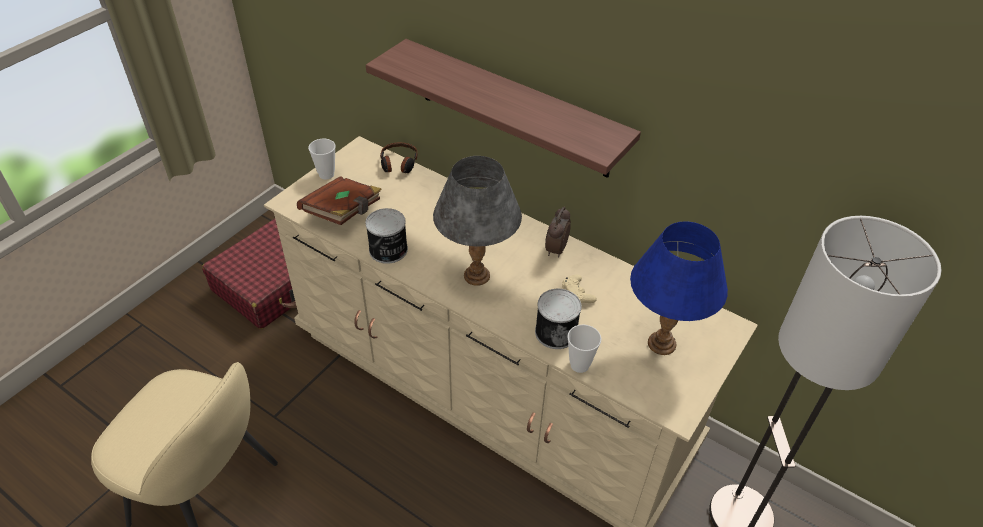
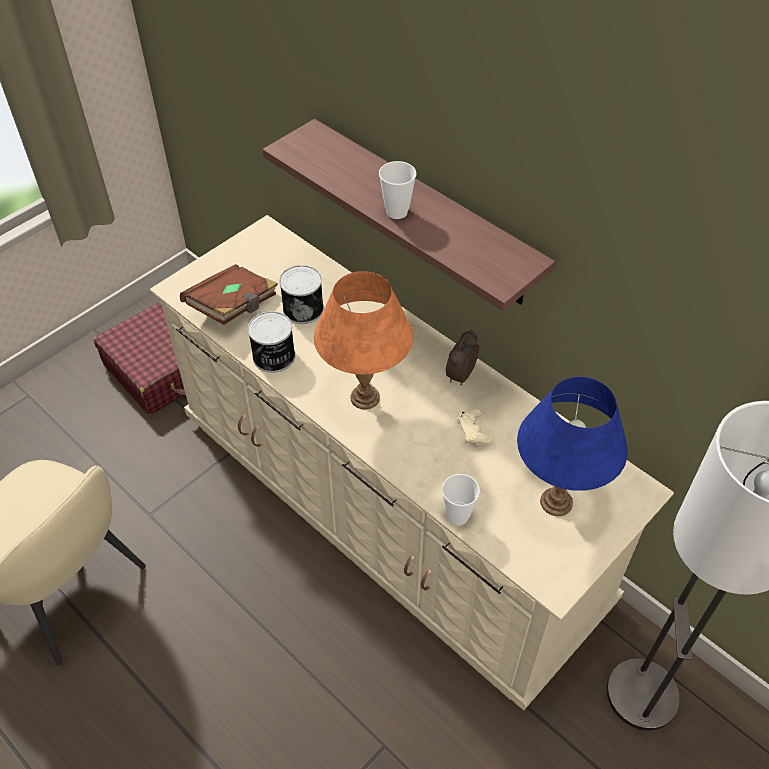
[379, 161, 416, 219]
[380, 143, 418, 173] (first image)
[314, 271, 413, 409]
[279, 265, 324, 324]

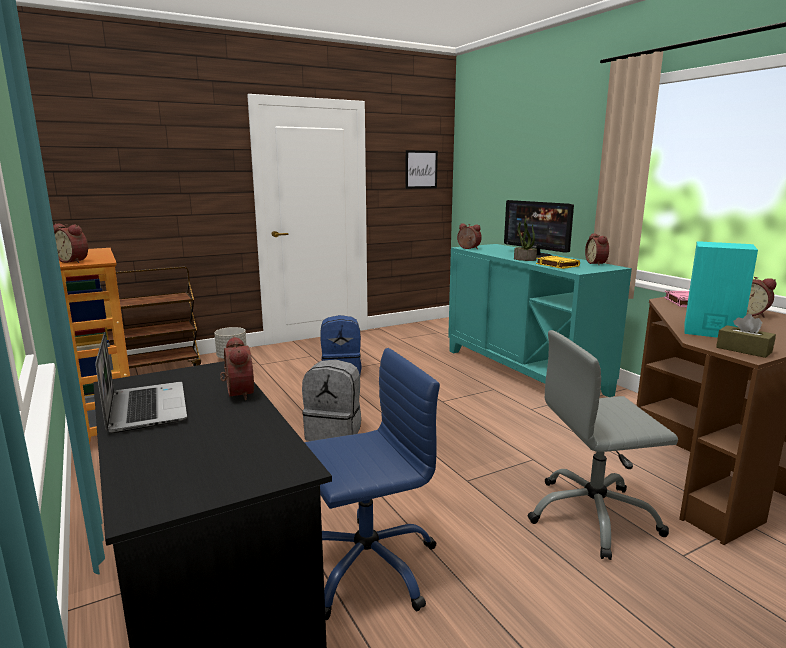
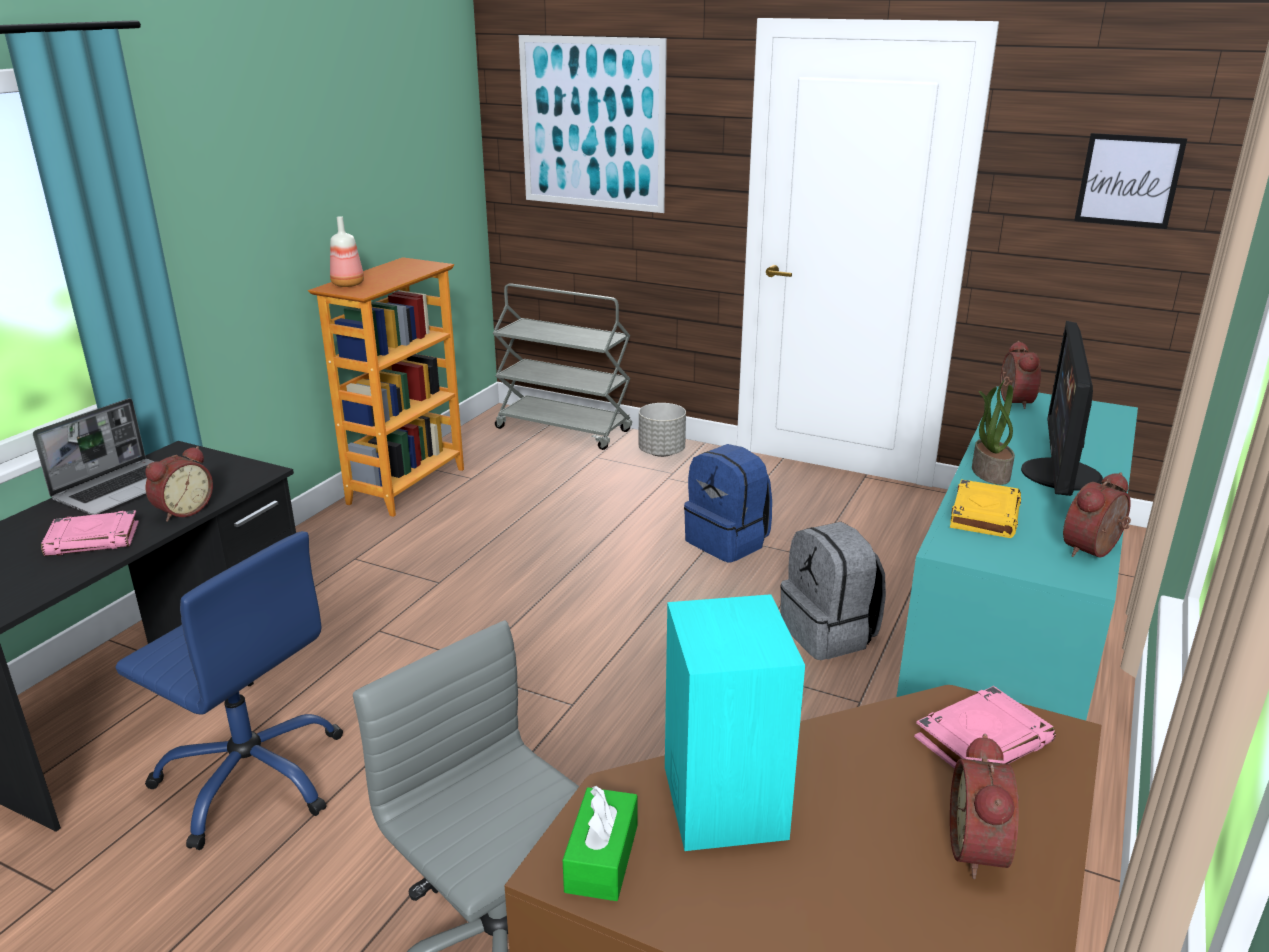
[330, 216, 364, 287]
[493, 283, 632, 450]
[563, 786, 637, 901]
[780, 522, 886, 660]
[519, 35, 667, 213]
[41, 510, 139, 556]

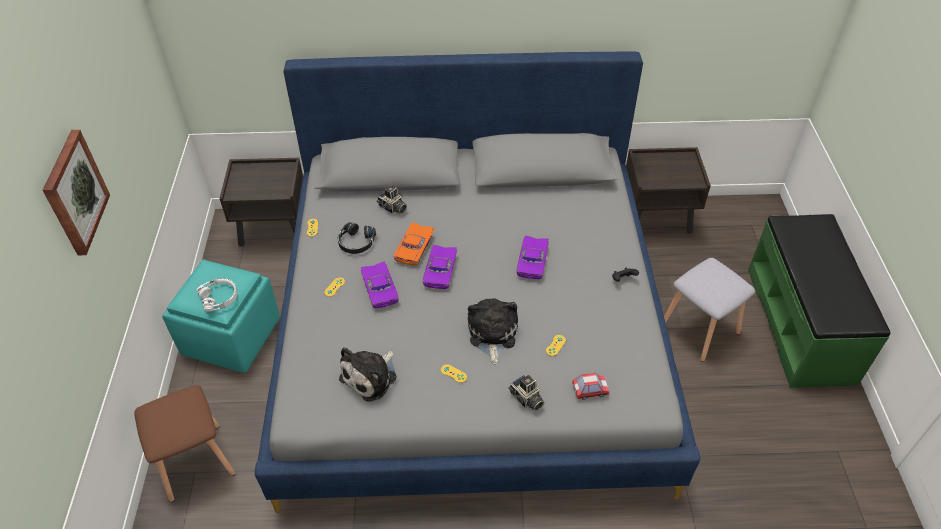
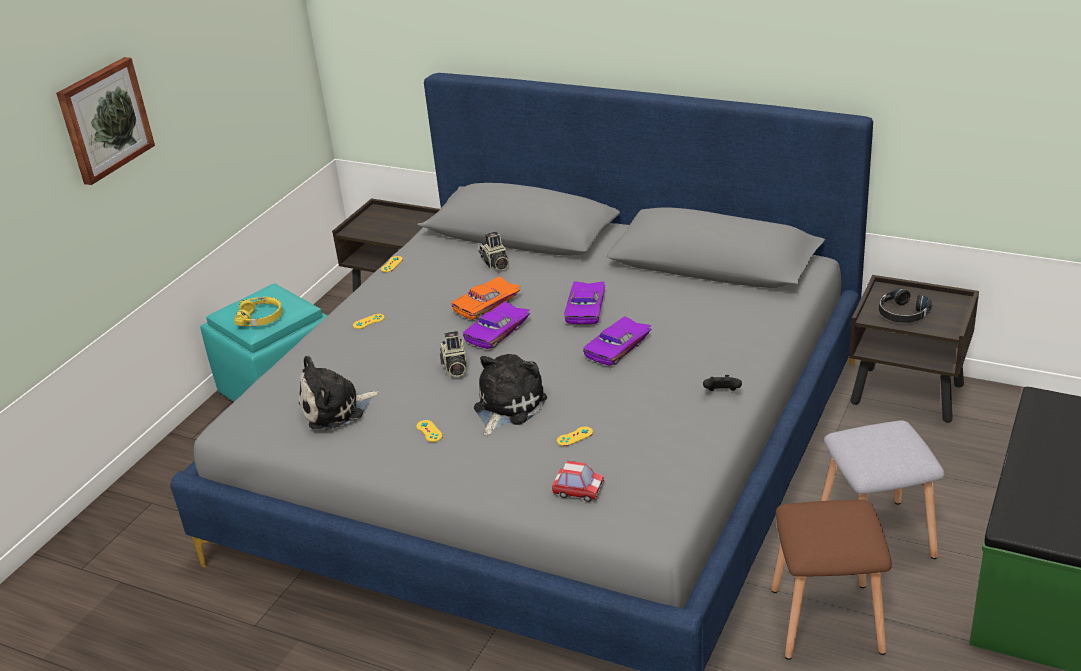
[879, 289, 933, 323]
[564, 281, 605, 324]
[234, 297, 283, 326]
[440, 331, 468, 377]
[771, 500, 892, 660]

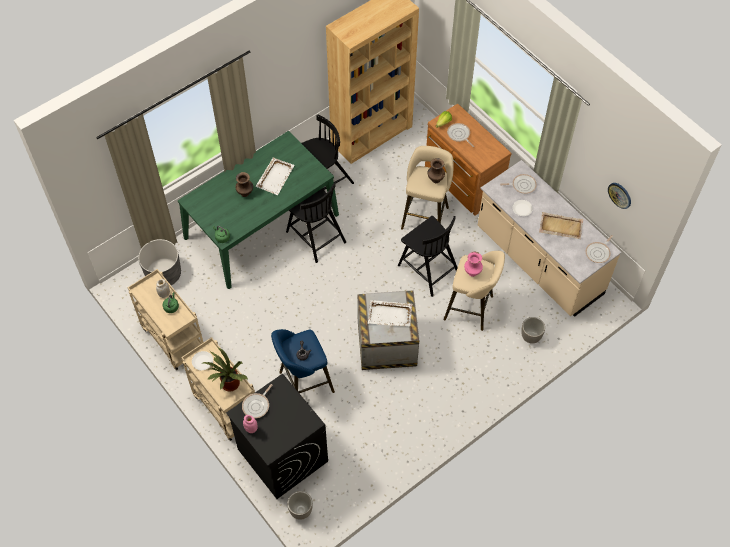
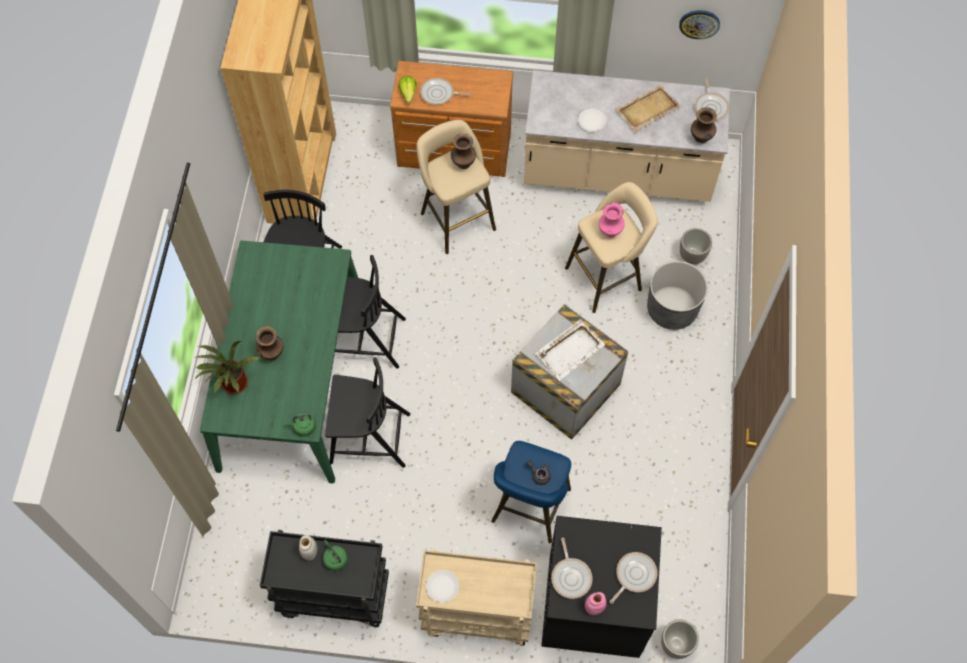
[256, 157, 295, 195] (first image)
[610, 552, 657, 604]
[325, 357, 410, 468]
[647, 261, 708, 330]
[260, 530, 389, 628]
[195, 340, 261, 394]
[691, 107, 717, 143]

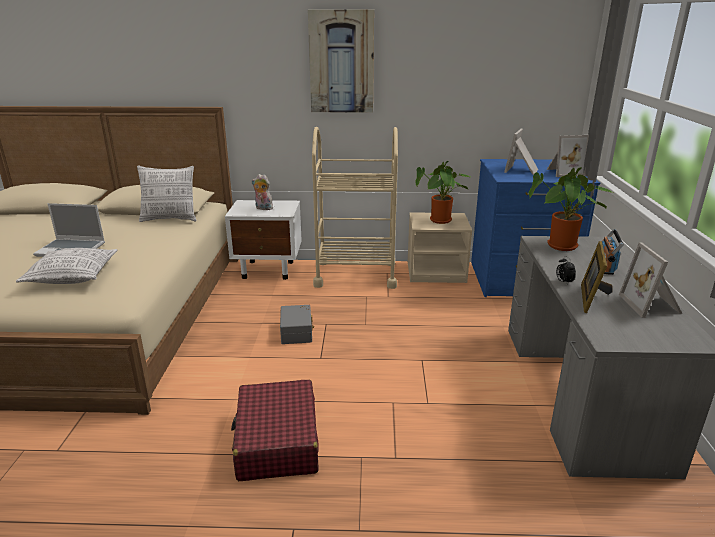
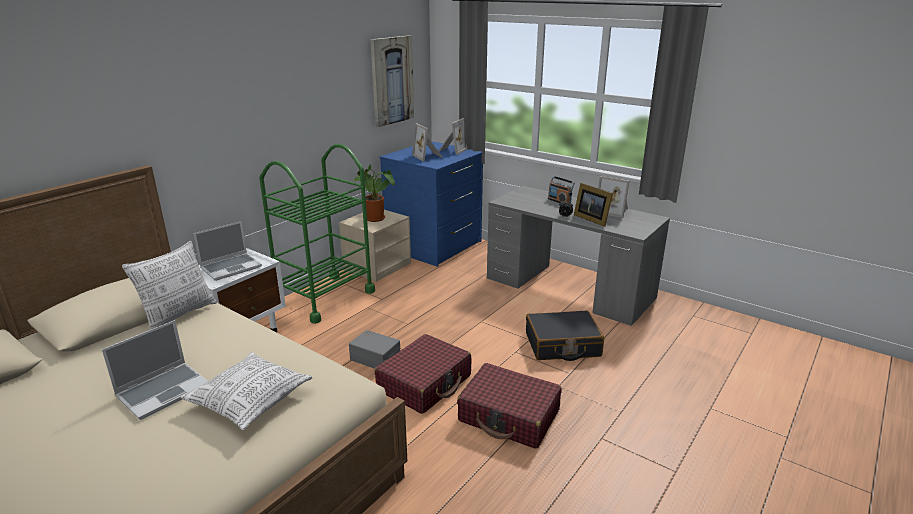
[370, 35, 414, 127]
[259, 144, 375, 324]
[529, 167, 613, 251] (first image)
[194, 221, 262, 281]
[526, 311, 604, 361]
[375, 334, 471, 414]

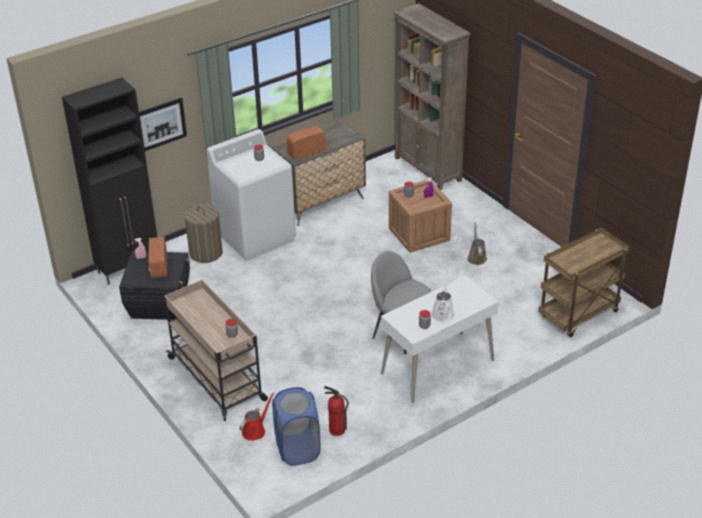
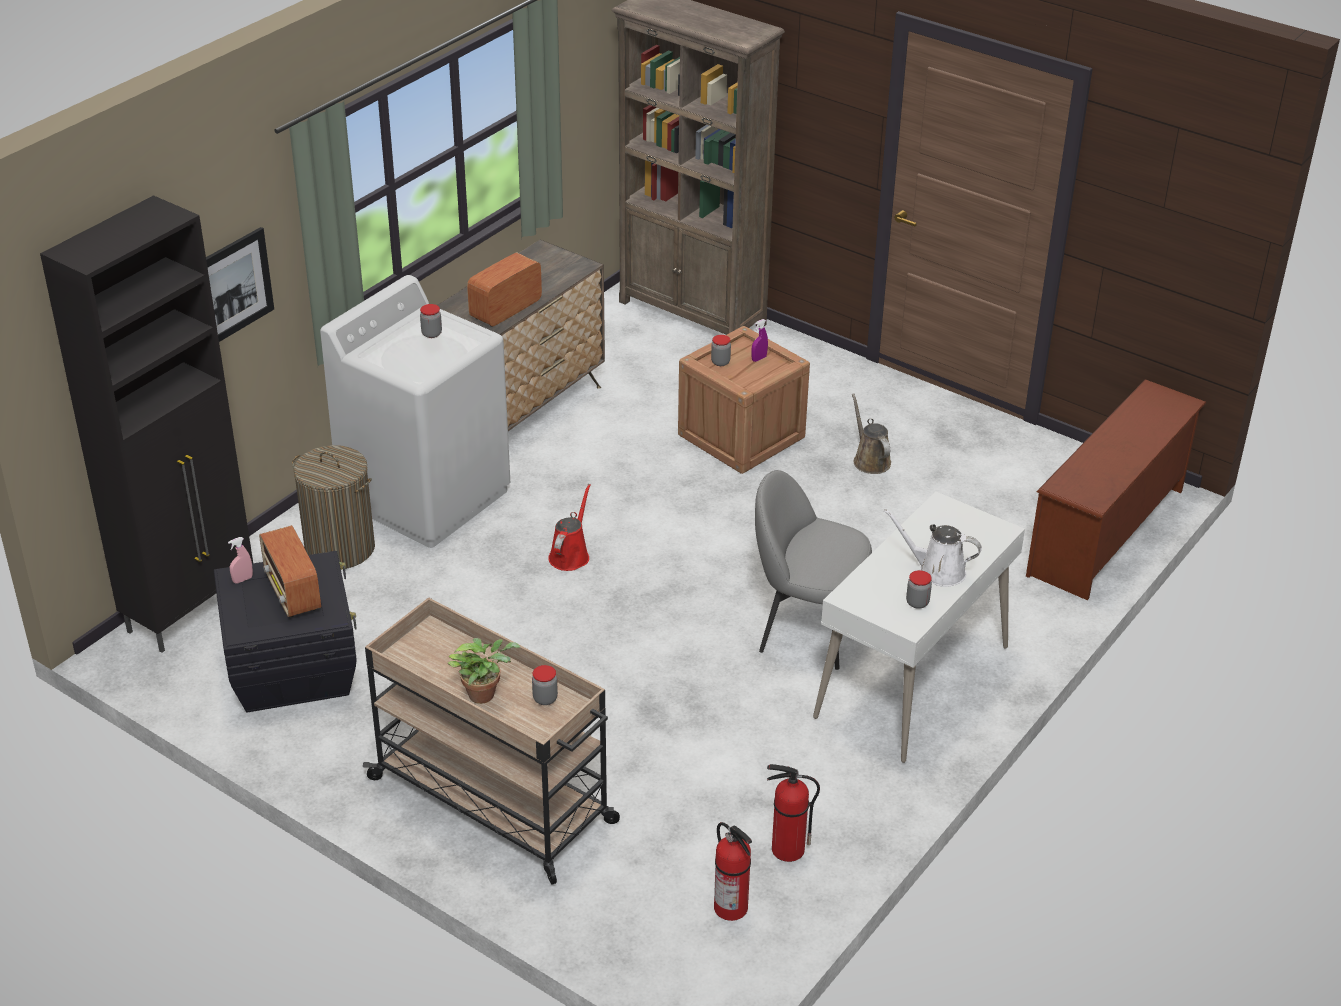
[1026, 379, 1206, 600]
[884, 509, 982, 587]
[714, 822, 752, 921]
[548, 484, 591, 571]
[448, 638, 520, 704]

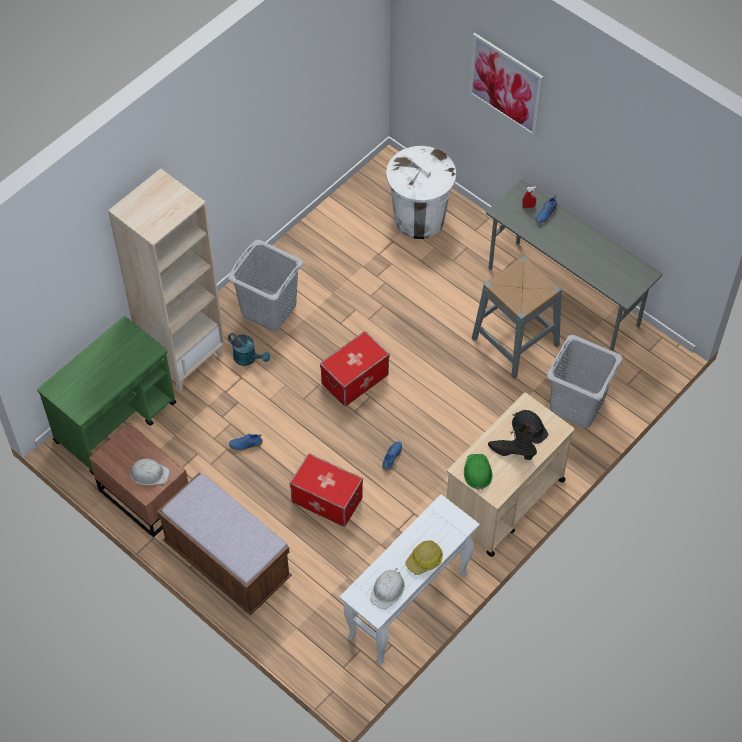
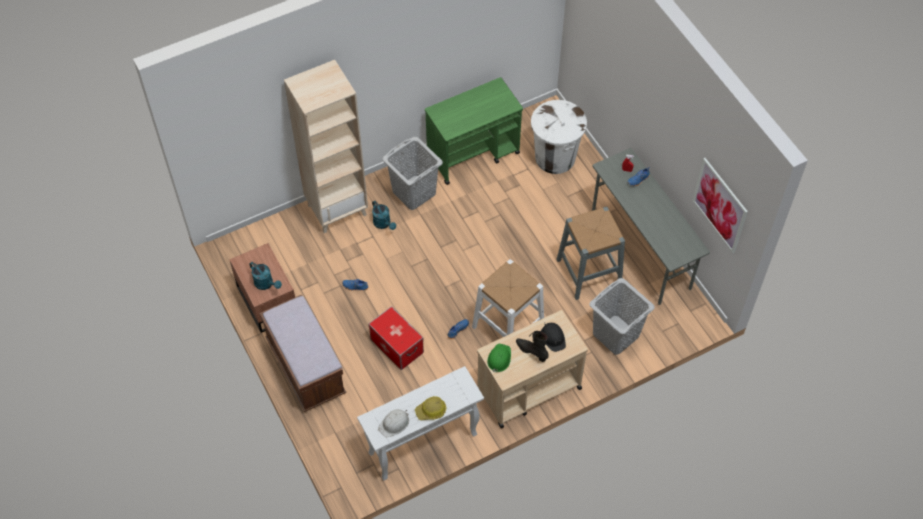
[693, 158, 748, 253]
[425, 77, 523, 185]
[320, 331, 389, 407] (first image)
[249, 262, 282, 290]
[472, 259, 544, 337]

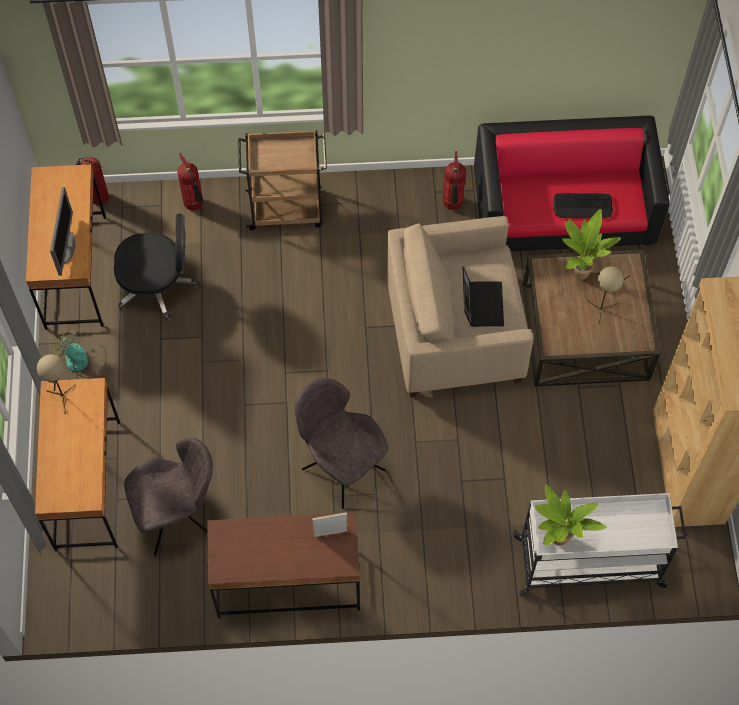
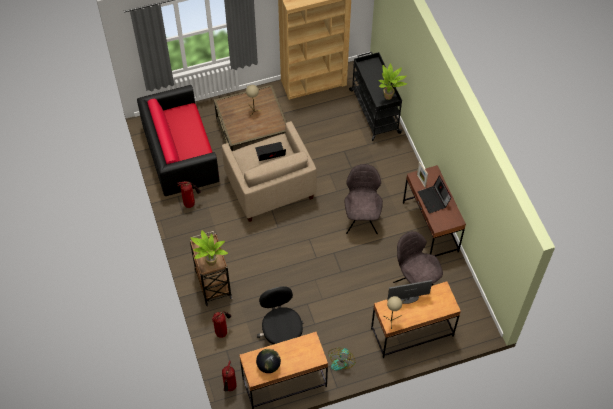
[387, 280, 432, 304]
[553, 193, 613, 219] (first image)
[191, 230, 228, 266]
[345, 164, 383, 234]
[349, 52, 403, 141]
[418, 176, 452, 213]
[256, 349, 281, 373]

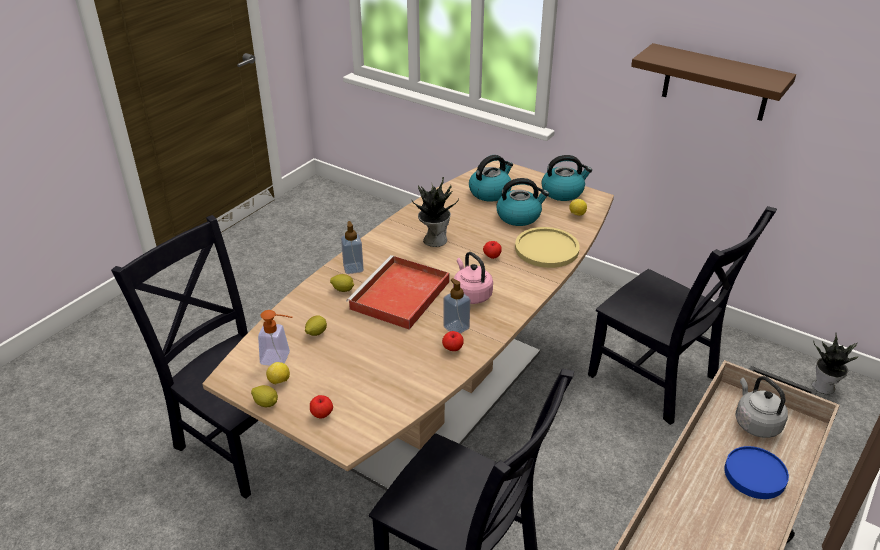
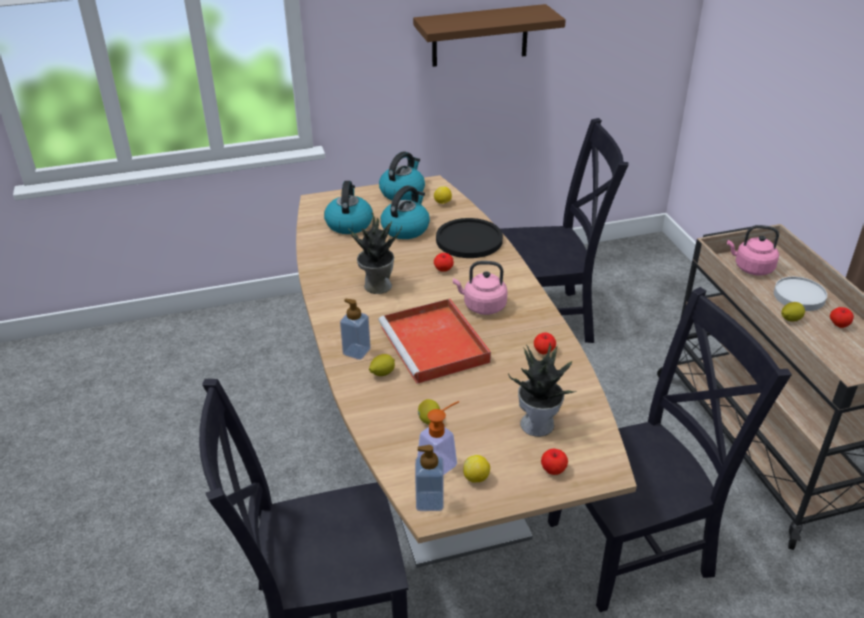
[436, 218, 503, 258]
[415, 445, 444, 511]
[508, 343, 577, 437]
[727, 225, 779, 276]
[781, 302, 805, 322]
[774, 277, 827, 311]
[830, 307, 854, 328]

